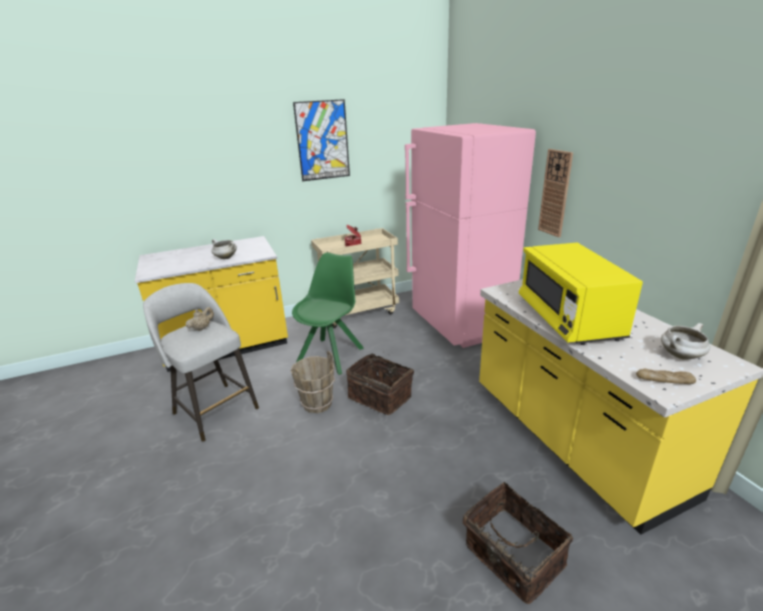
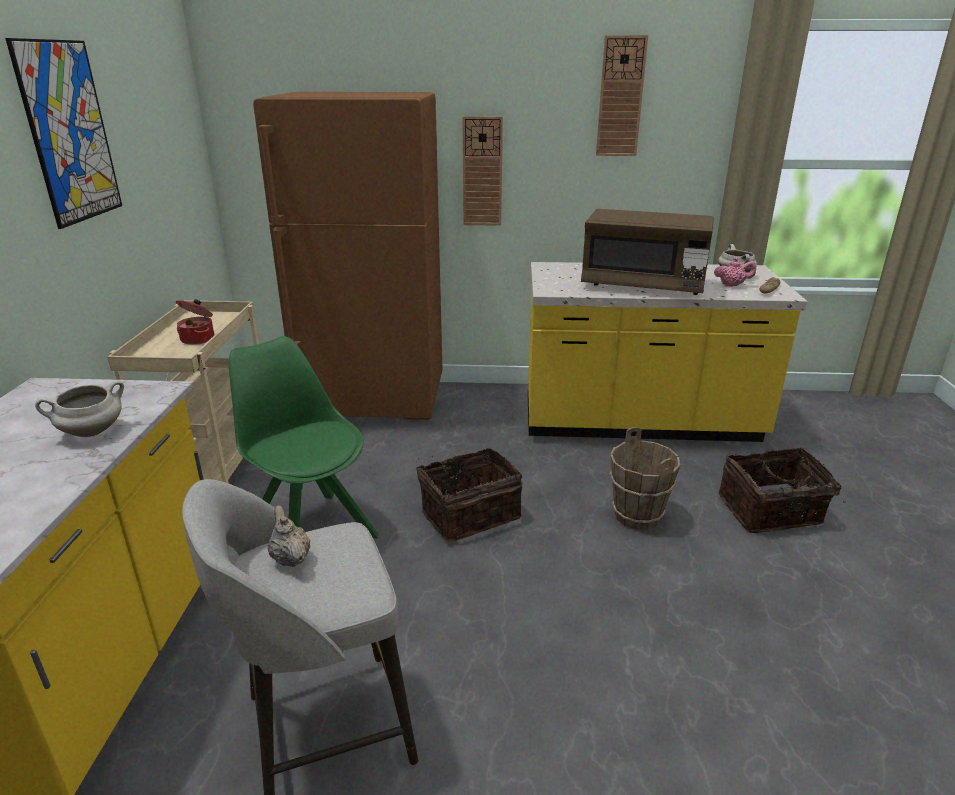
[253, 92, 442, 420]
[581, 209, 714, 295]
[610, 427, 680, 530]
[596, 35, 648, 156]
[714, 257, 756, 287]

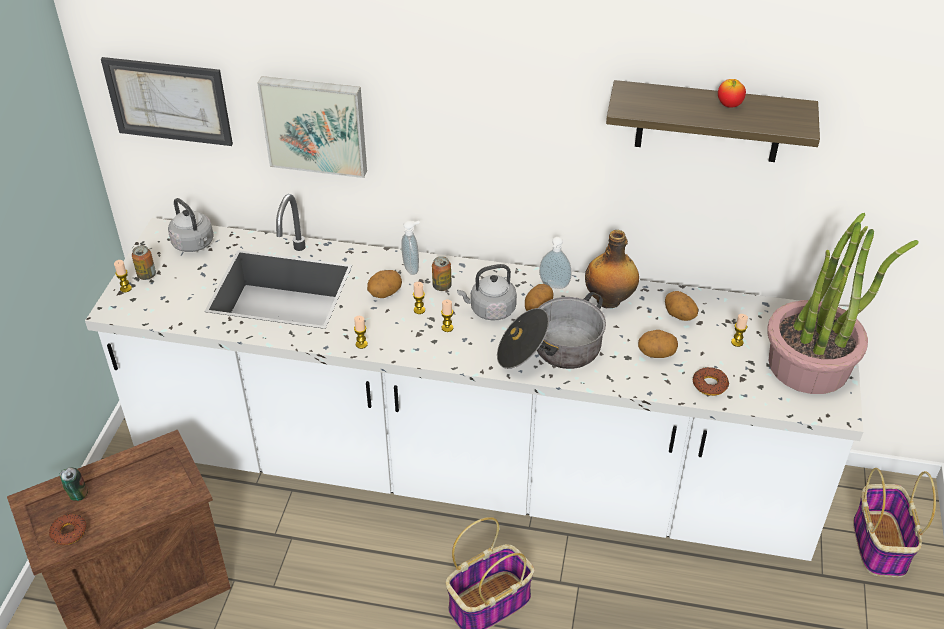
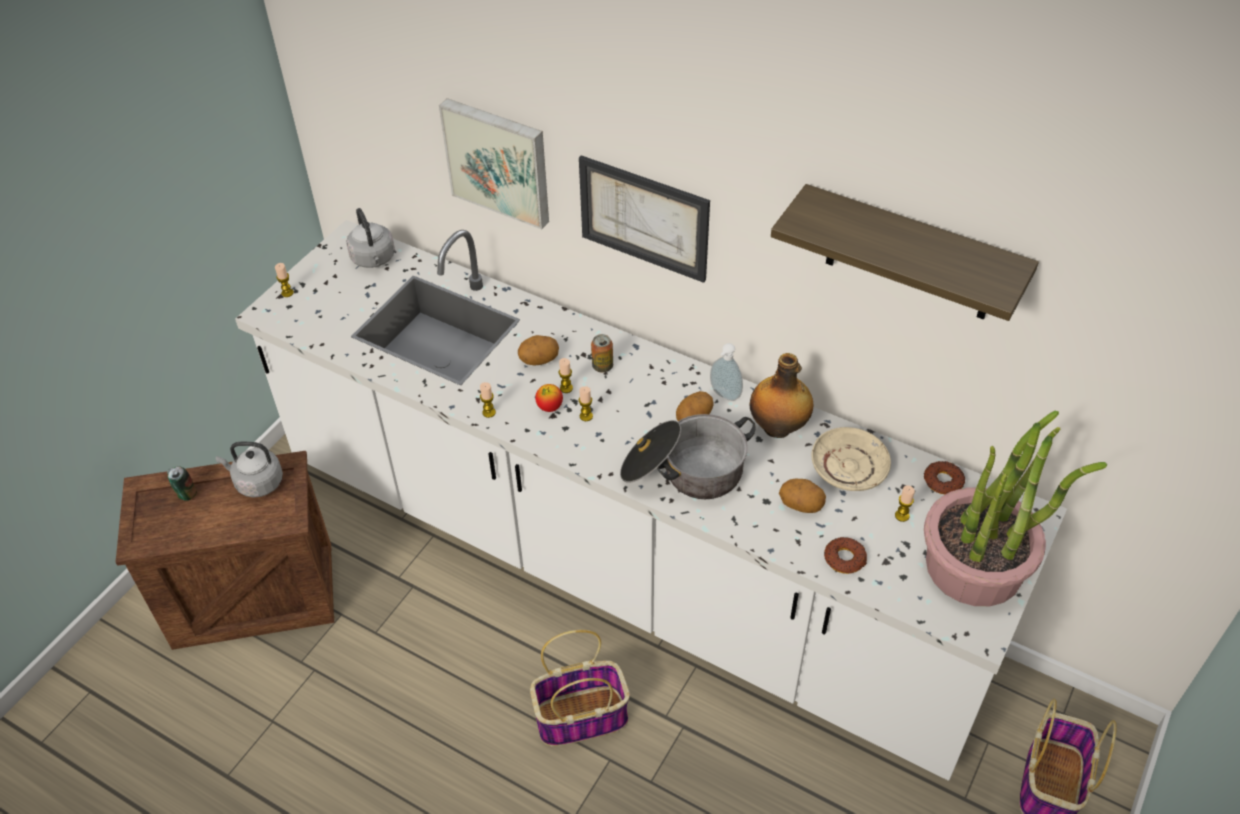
[579, 155, 710, 283]
[535, 384, 563, 412]
[401, 221, 419, 275] (first image)
[132, 246, 156, 280] (first image)
[216, 442, 283, 497]
[811, 427, 891, 491]
[924, 461, 965, 494]

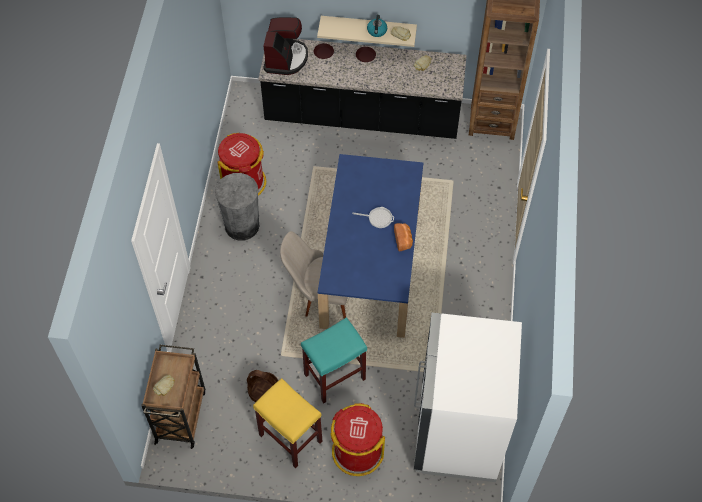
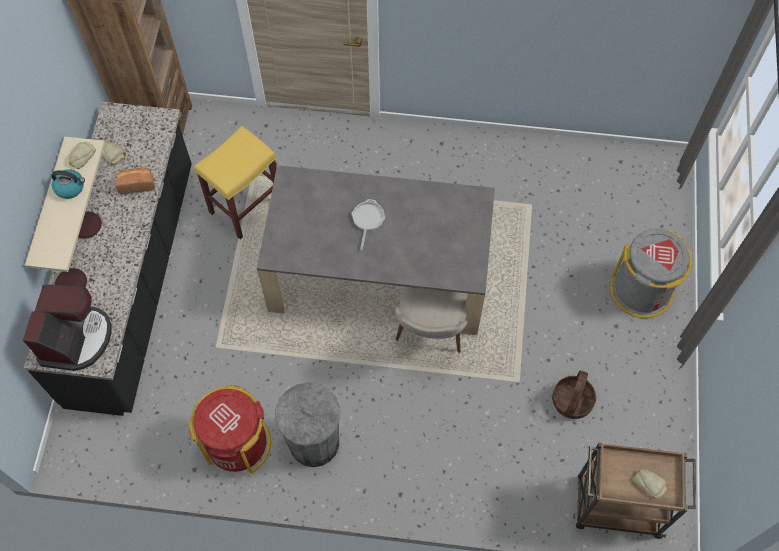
[23, 285, 112, 371]
[257, 165, 495, 335]
[115, 168, 155, 194]
[414, 313, 522, 482] (first image)
[301, 317, 367, 404] (first image)
[194, 126, 277, 239]
[610, 229, 692, 318]

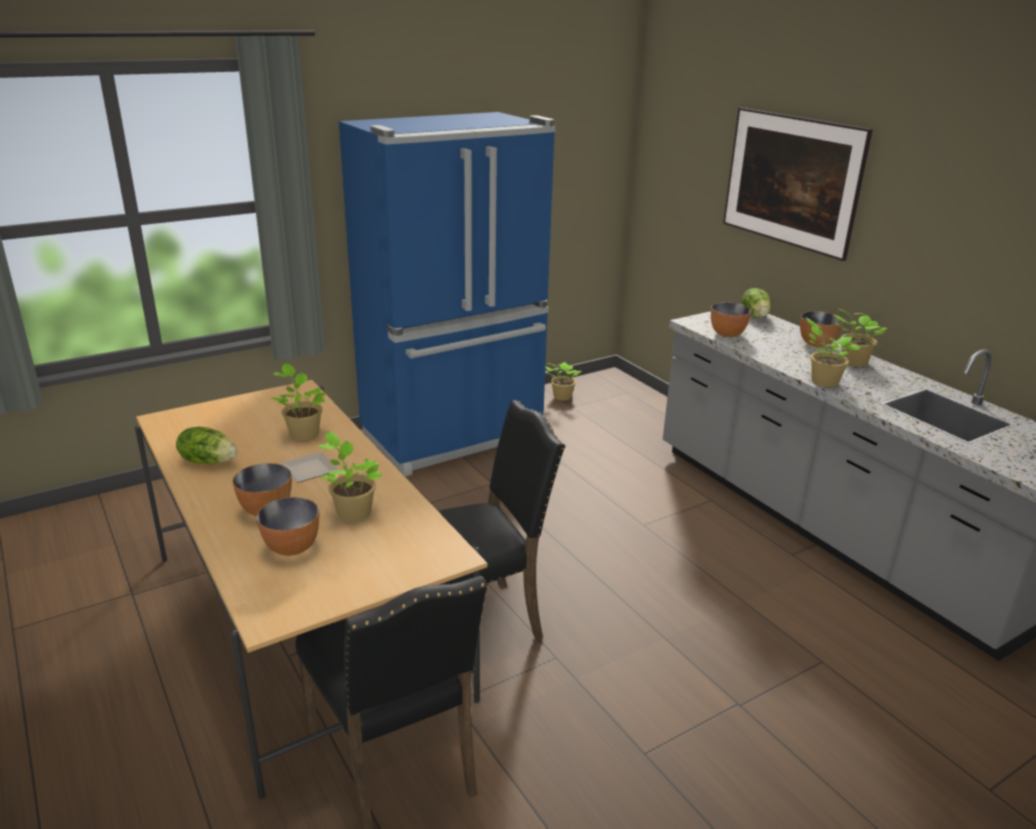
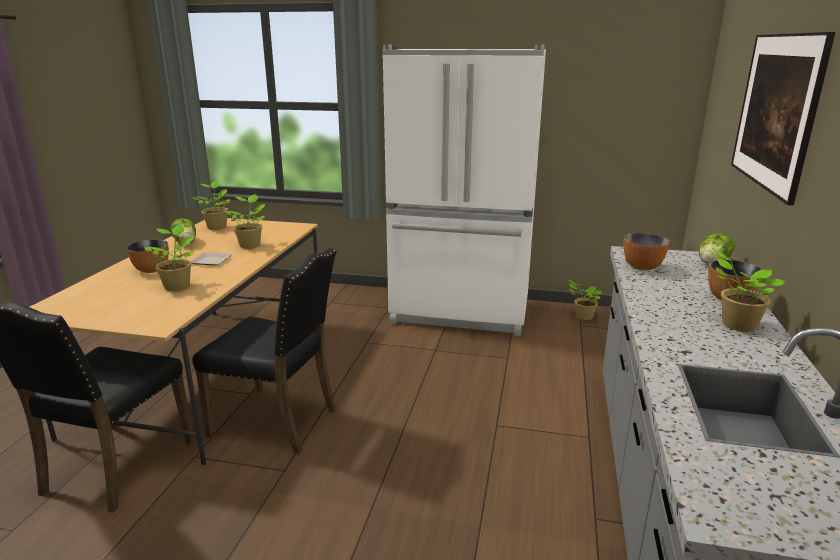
[382, 44, 546, 336]
[193, 181, 230, 230]
[257, 497, 319, 556] (first image)

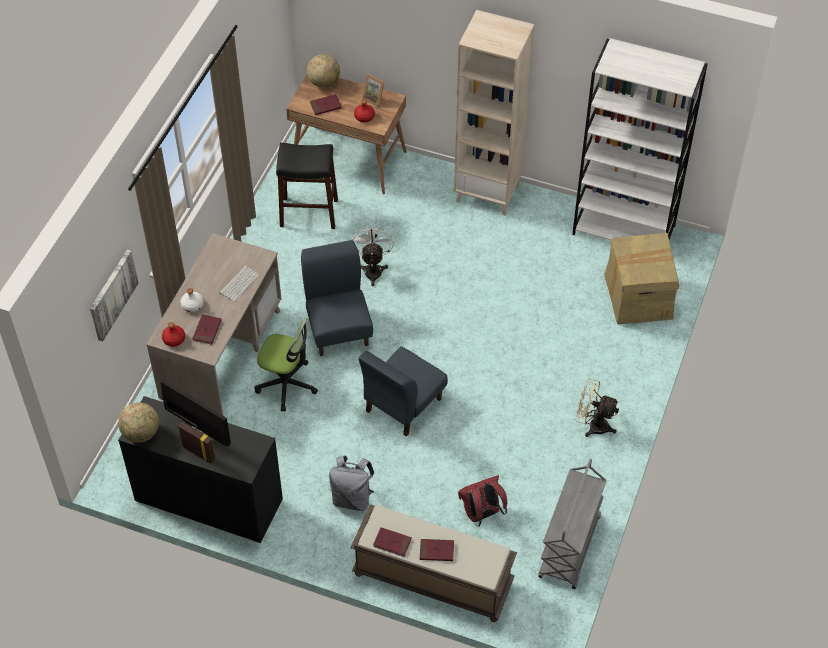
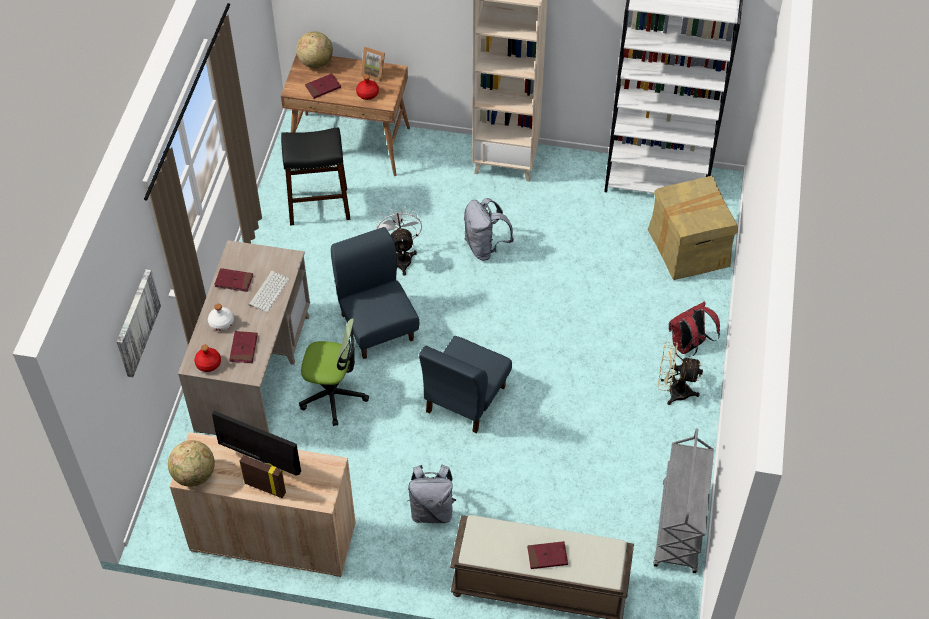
[170, 432, 356, 577]
[669, 302, 720, 357]
[214, 268, 253, 292]
[464, 198, 514, 260]

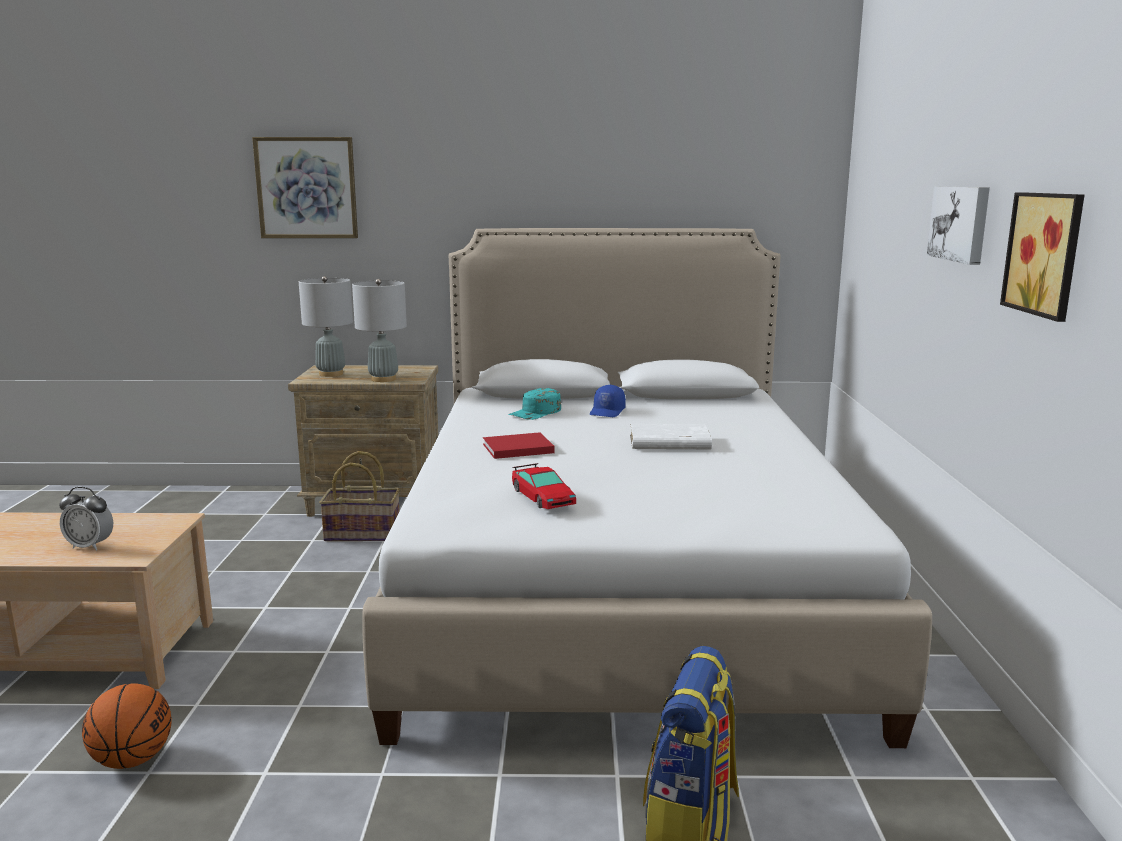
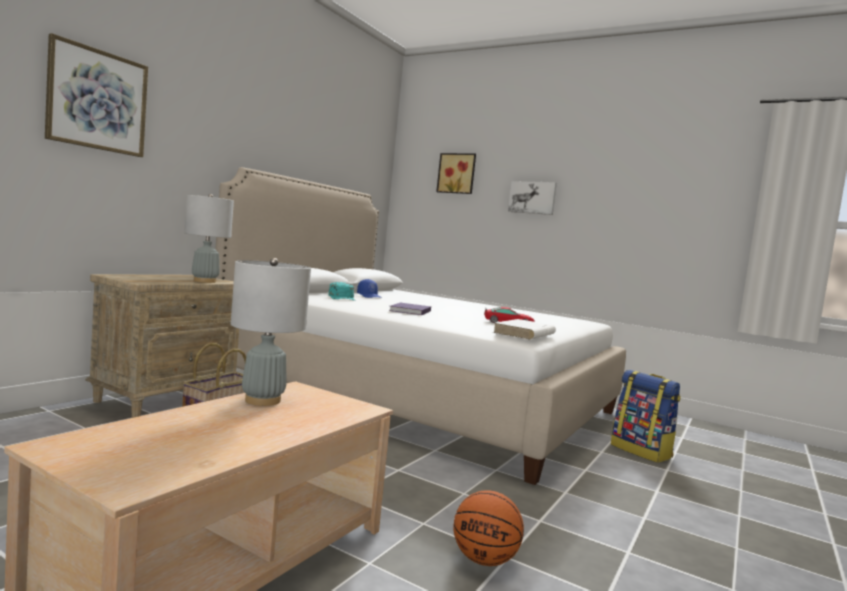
[436, 153, 476, 194]
[231, 258, 311, 406]
[493, 319, 556, 339]
[389, 303, 431, 315]
[59, 487, 113, 551] (first image)

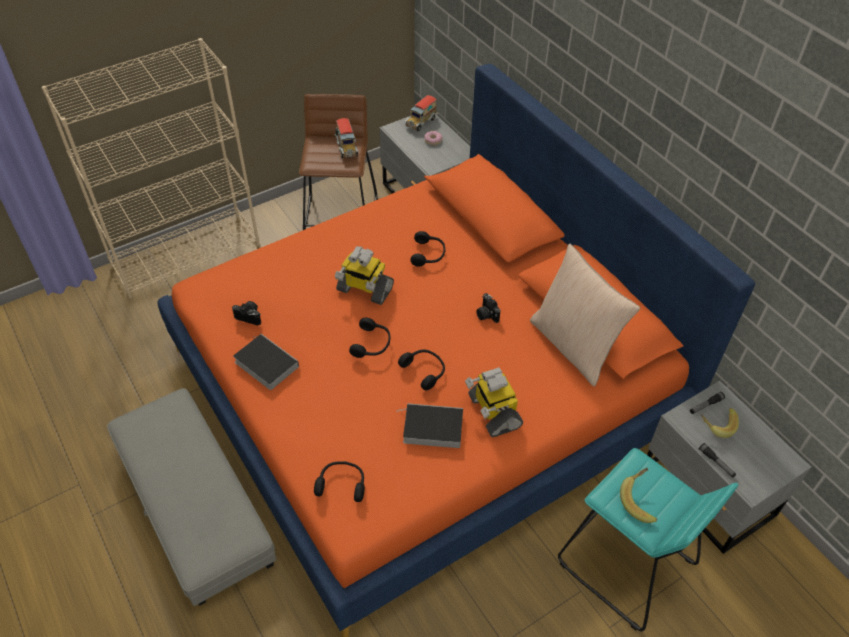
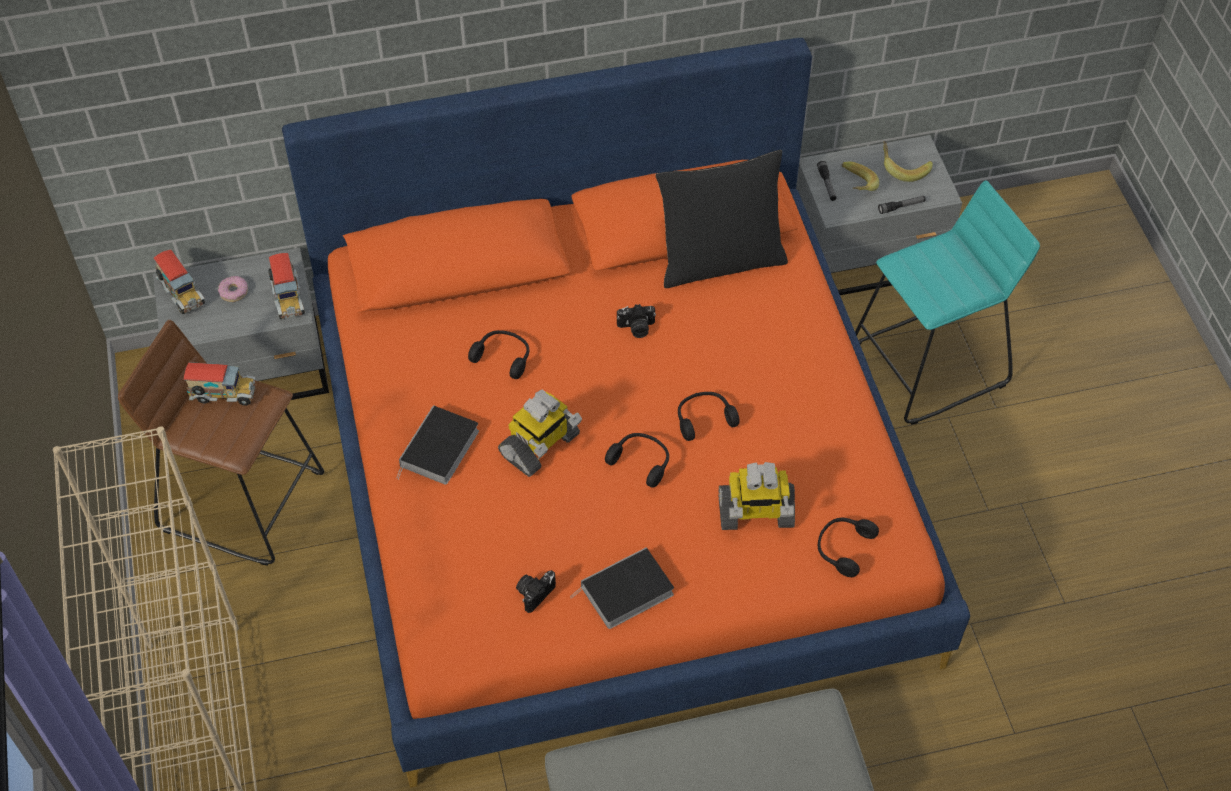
[655, 150, 788, 288]
[719, 462, 795, 530]
[396, 405, 479, 485]
[883, 141, 933, 182]
[268, 253, 305, 320]

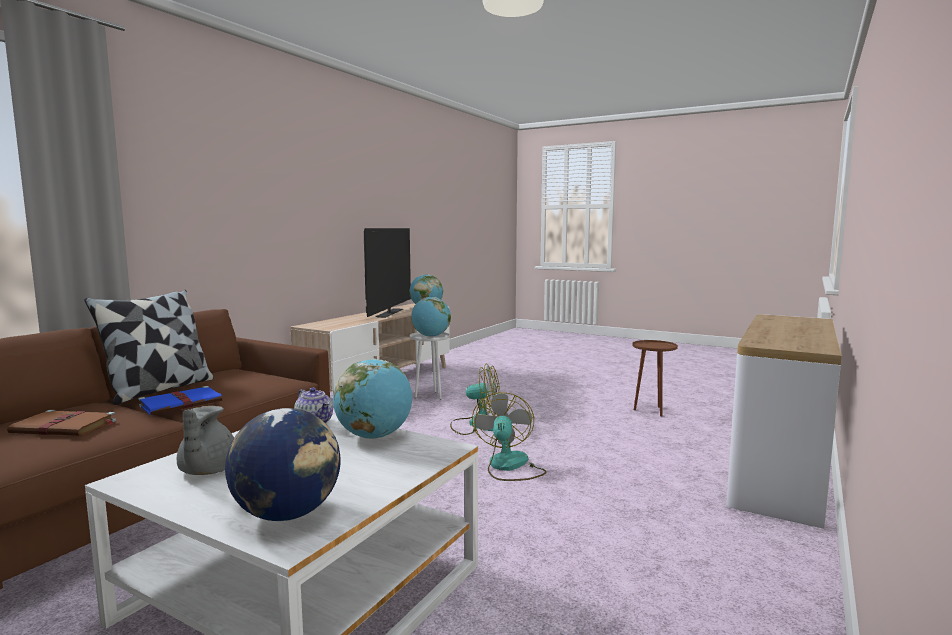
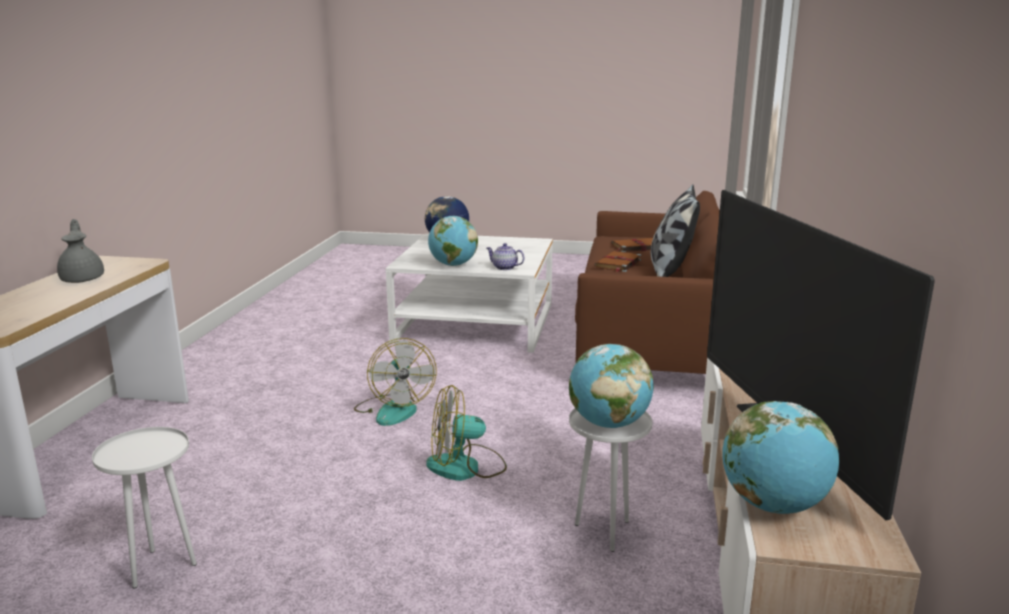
[92, 427, 197, 588]
[594, 251, 641, 272]
[57, 219, 104, 283]

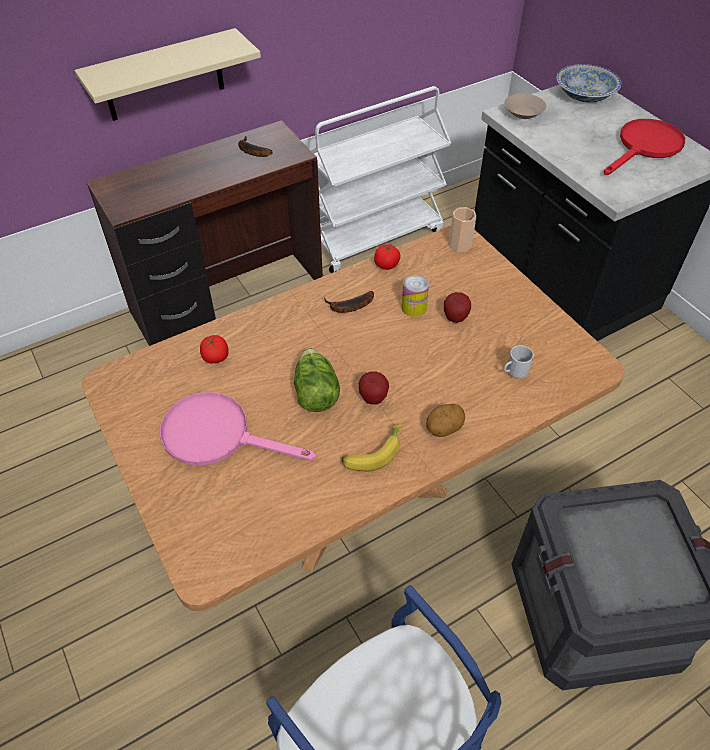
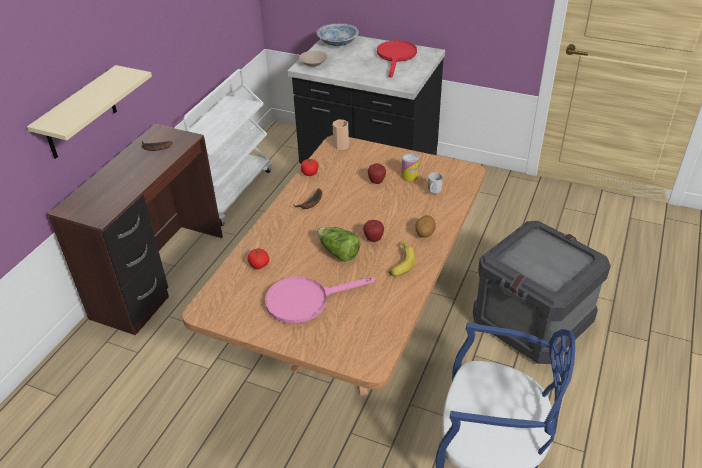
[401, 153, 419, 181]

